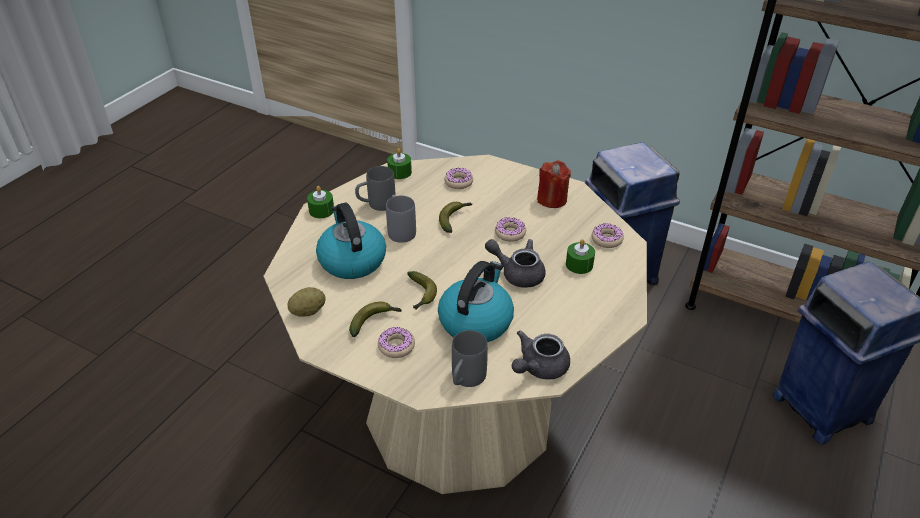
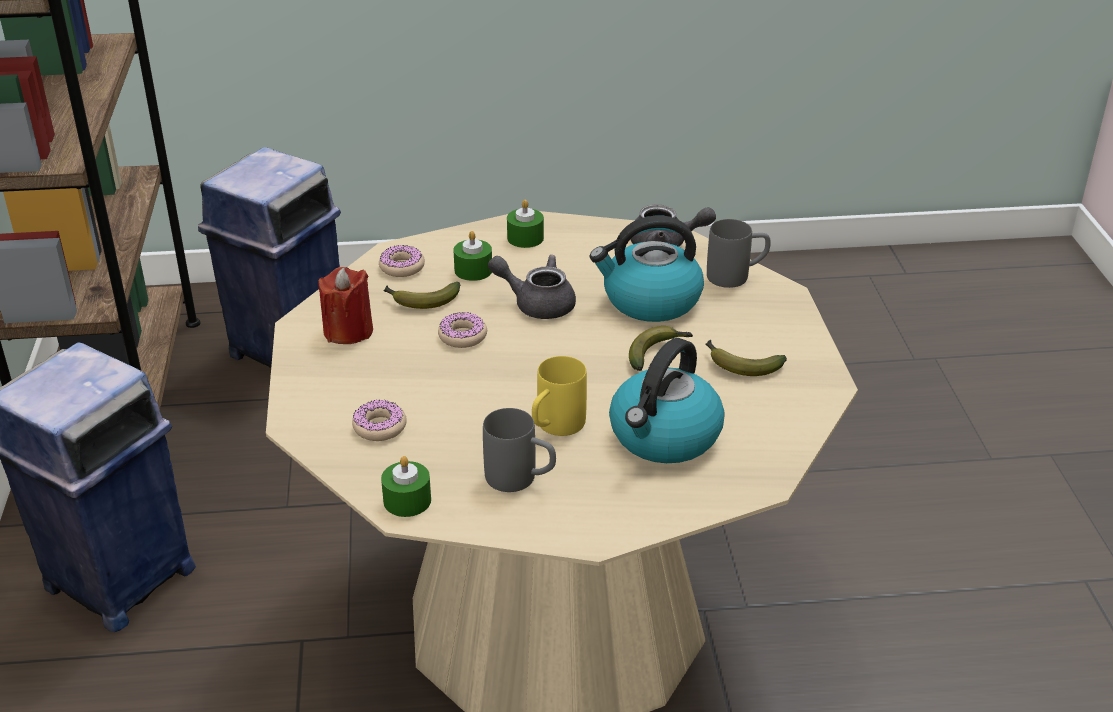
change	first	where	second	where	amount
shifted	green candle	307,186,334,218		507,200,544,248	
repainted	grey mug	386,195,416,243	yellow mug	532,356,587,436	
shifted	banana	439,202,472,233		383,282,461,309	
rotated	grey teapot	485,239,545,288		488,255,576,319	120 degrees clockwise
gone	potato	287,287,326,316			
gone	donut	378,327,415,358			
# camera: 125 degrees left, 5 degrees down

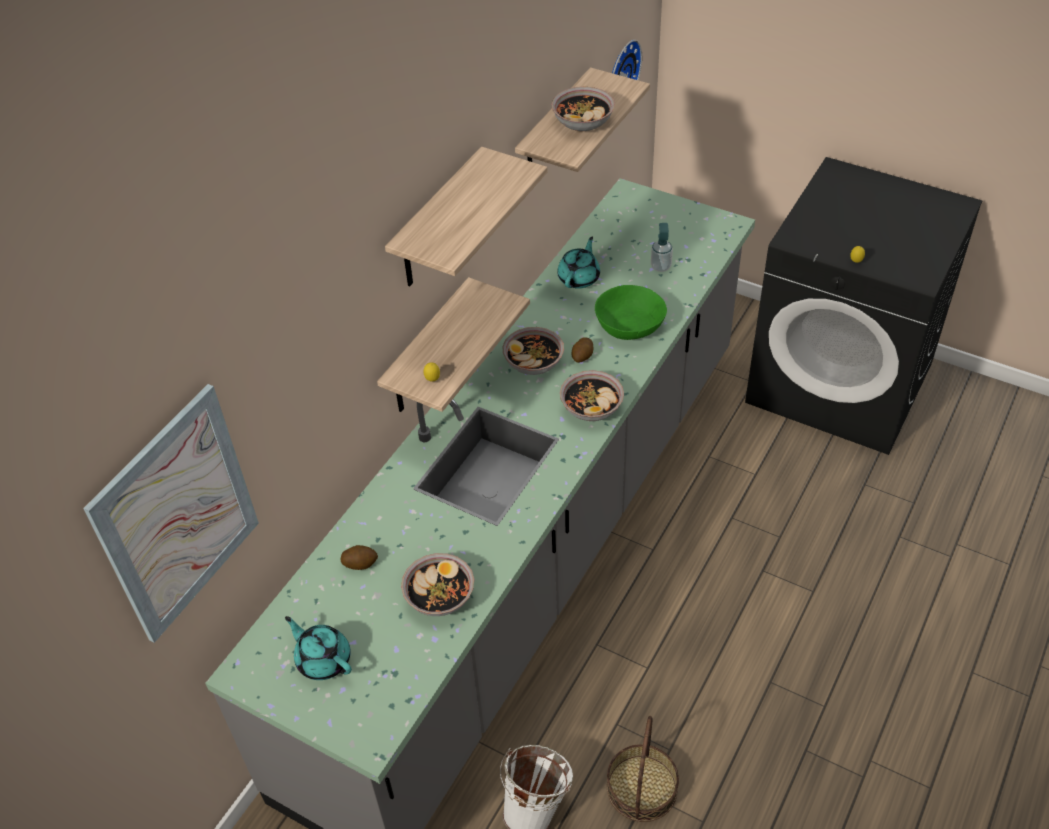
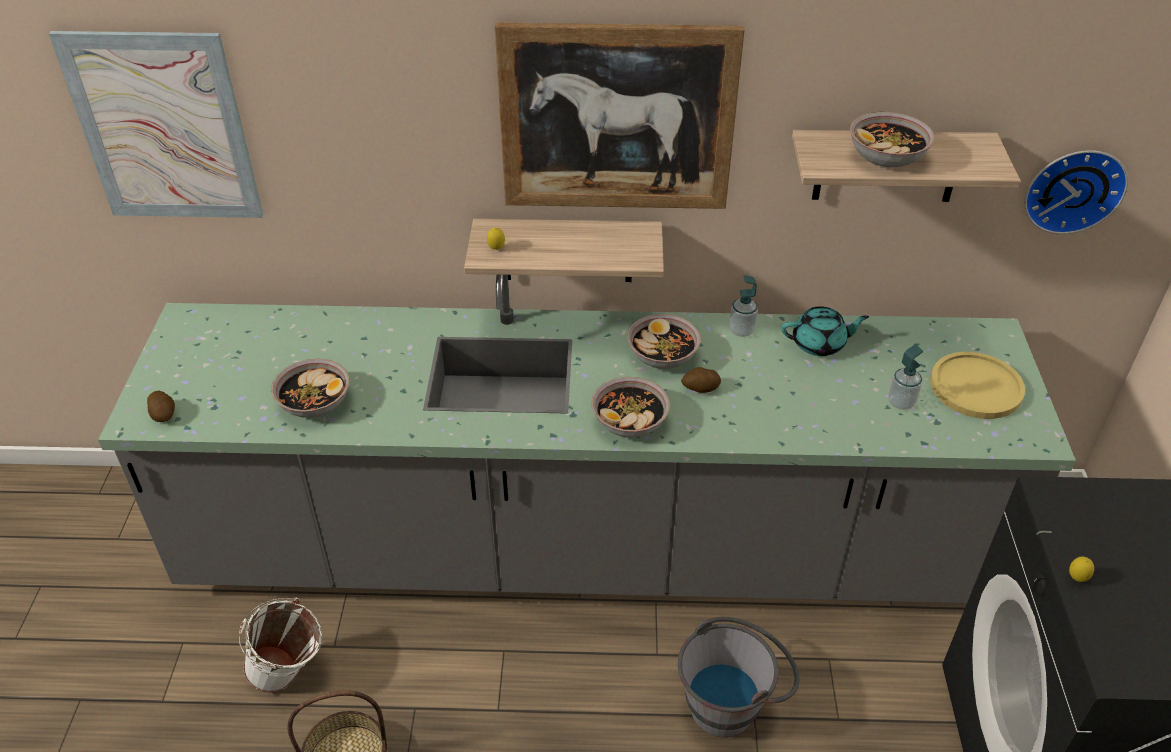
change	first	where	second	where	amount
swapped	shelf	385,147,547,286	picture	495,23,745,209	
gone	green bowl	595,285,667,340			
shifted	potato	341,545,378,570		147,391,175,422	
gone	turquoise teapot	285,616,352,680			
new			soap dispenser	729,275,758,337	
new			yellow plate	930,352,1025,419	
new			grey bucket	678,617,800,738	
# camera: 60 degrees right, 5 degrees down

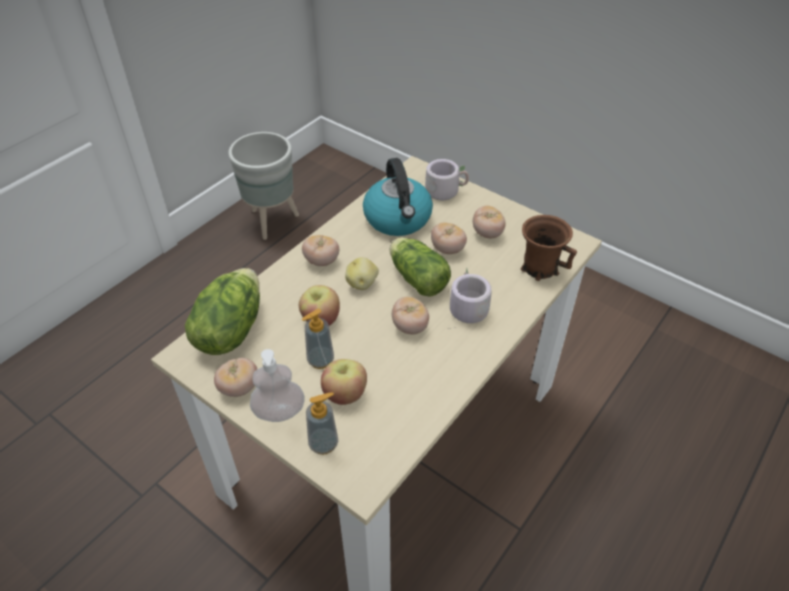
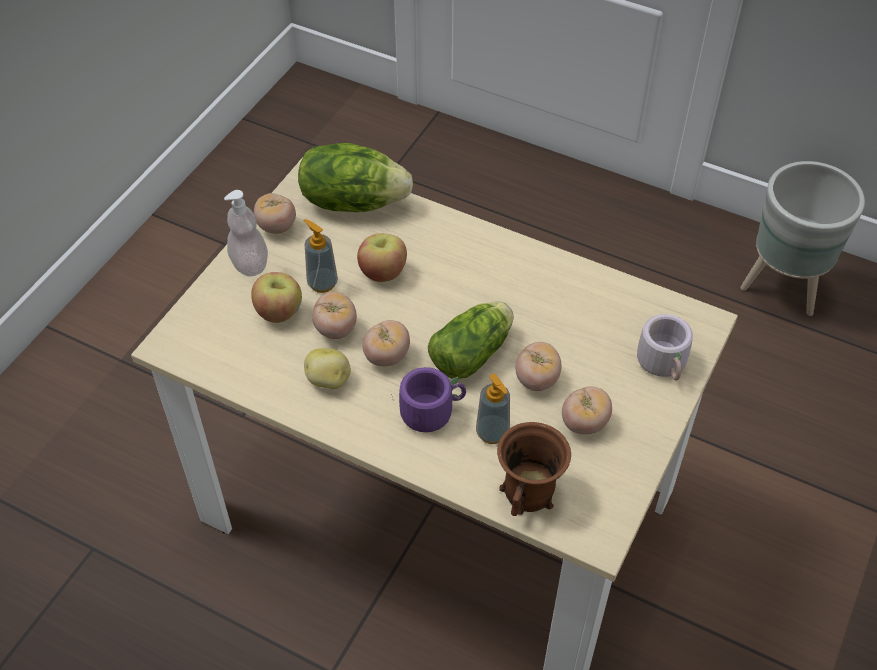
change	first	where	second	where	amount
gone	kettle	363,158,433,236			
shifted	tomato	302,235,339,266		312,292,357,339	
shifted	potato	345,257,379,290		304,348,351,389	
repainted	grey mug	448,268,491,329	purple mug	391,367,466,432	
shifted	soap dispenser	306,392,338,455		476,374,510,444	
# camera: 80 degrees right, 5 degrees up

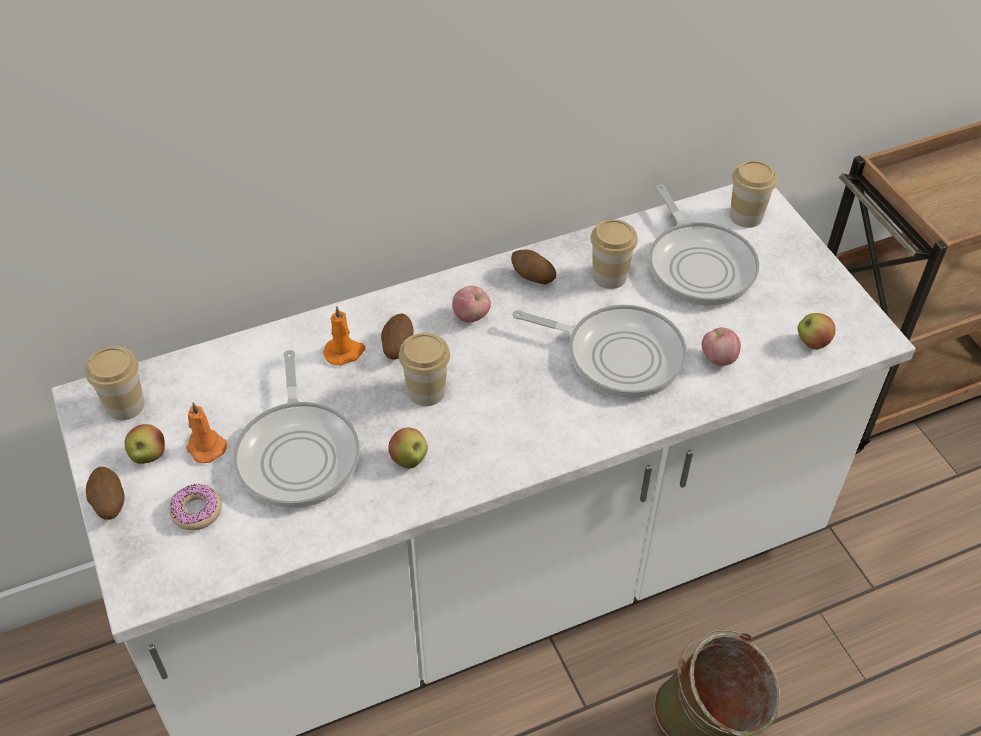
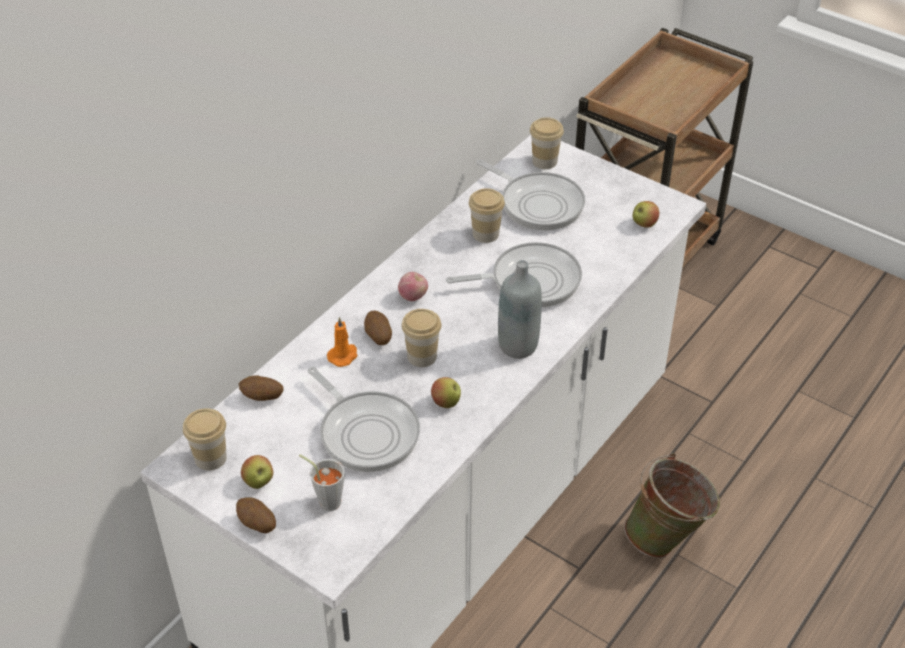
change	first	where	second	where	amount
shifted	potato	511,249,556,284		239,376,284,401	
gone	apple	702,327,741,366			
gone	orange candle	186,402,227,463			
swapped	donut	169,484,222,530	grey cup	299,454,345,511	
new			grey bottle	498,260,542,359	
# camera: 30 degrees left, 5 degrees down

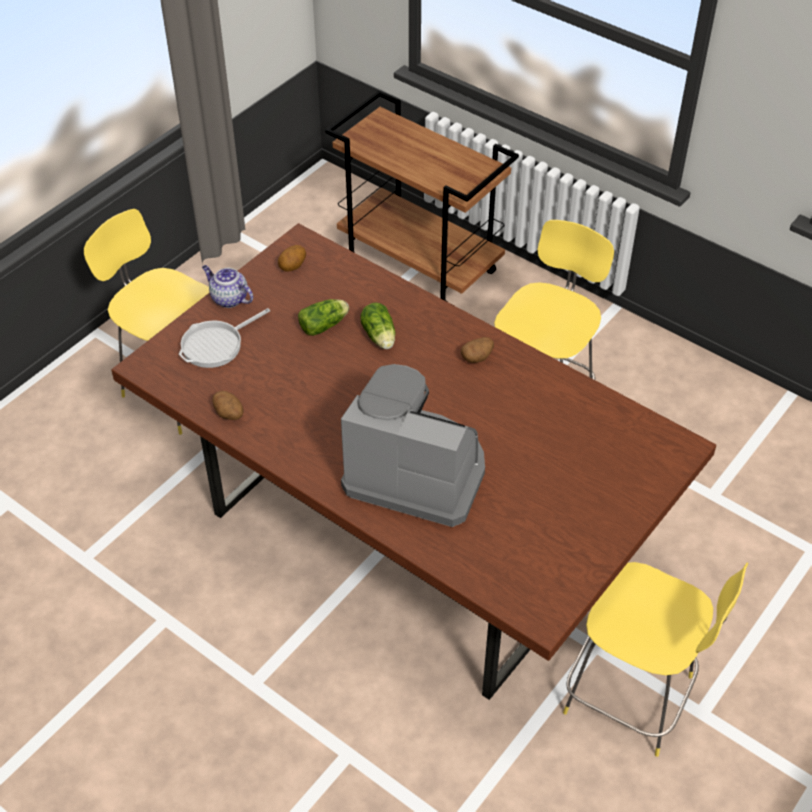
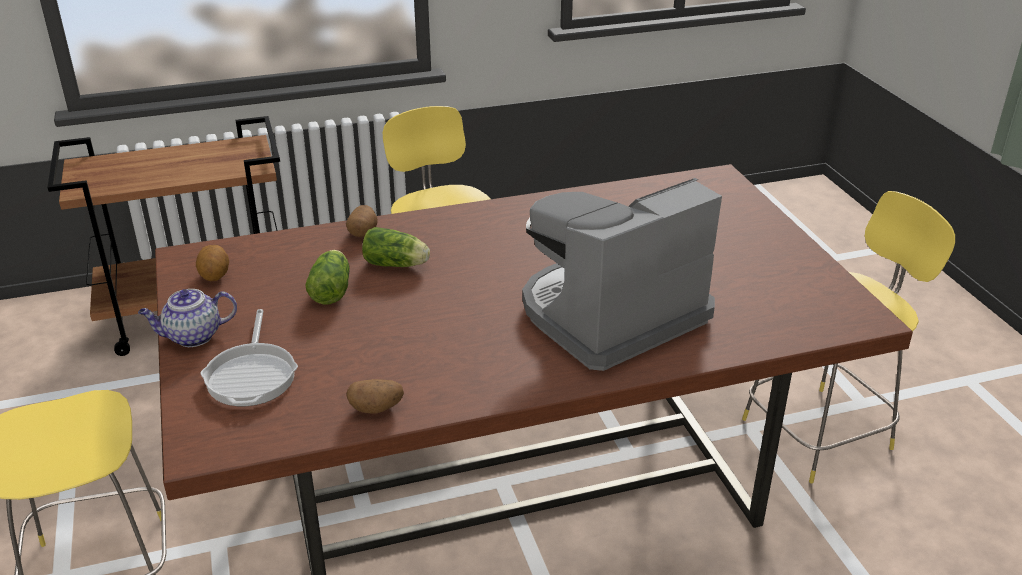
change	first	where	second	where	amount
shifted	potato	461,337,494,363		346,205,378,237	
# camera: 55 degrees left, 15 degrees down

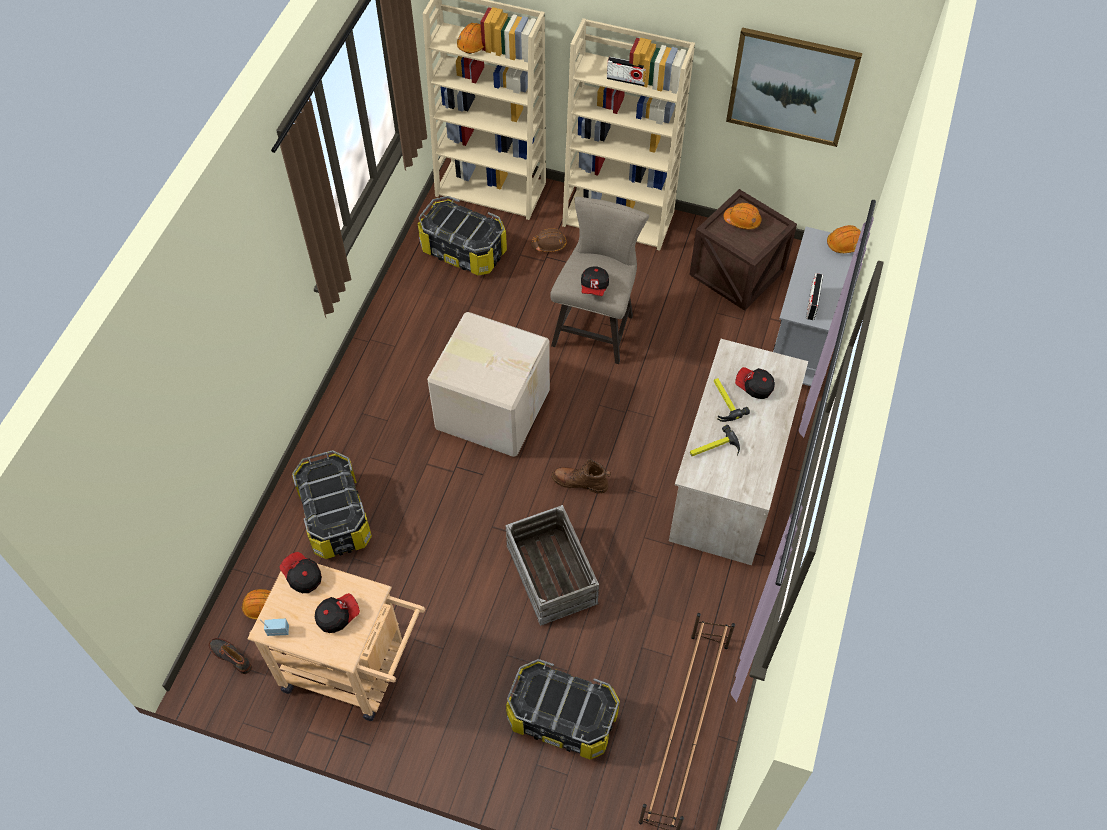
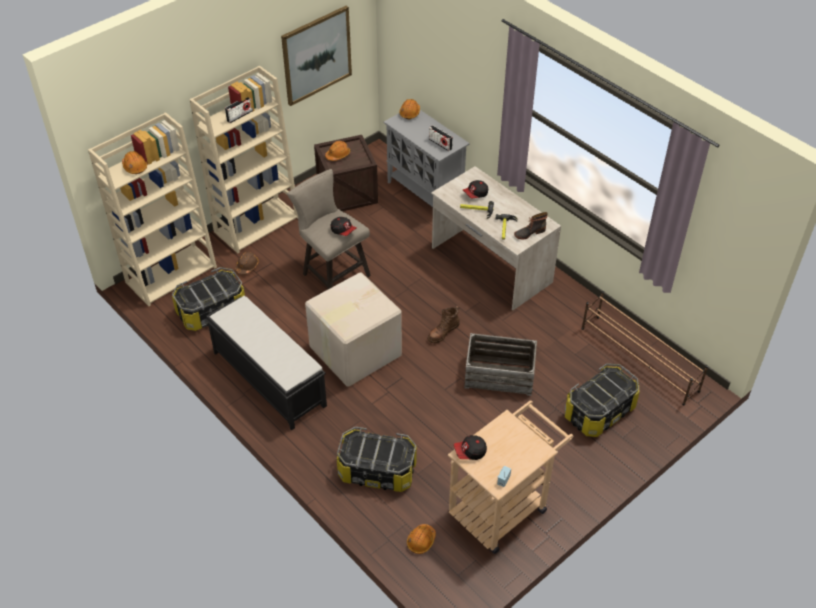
change	first	where	second	where	amount
gone	cap	315,593,360,633			
shifted	boot	208,638,252,674		514,212,548,239	
new			black bench	206,296,327,430	
# camera: 60 degrees left, 10 degrees down

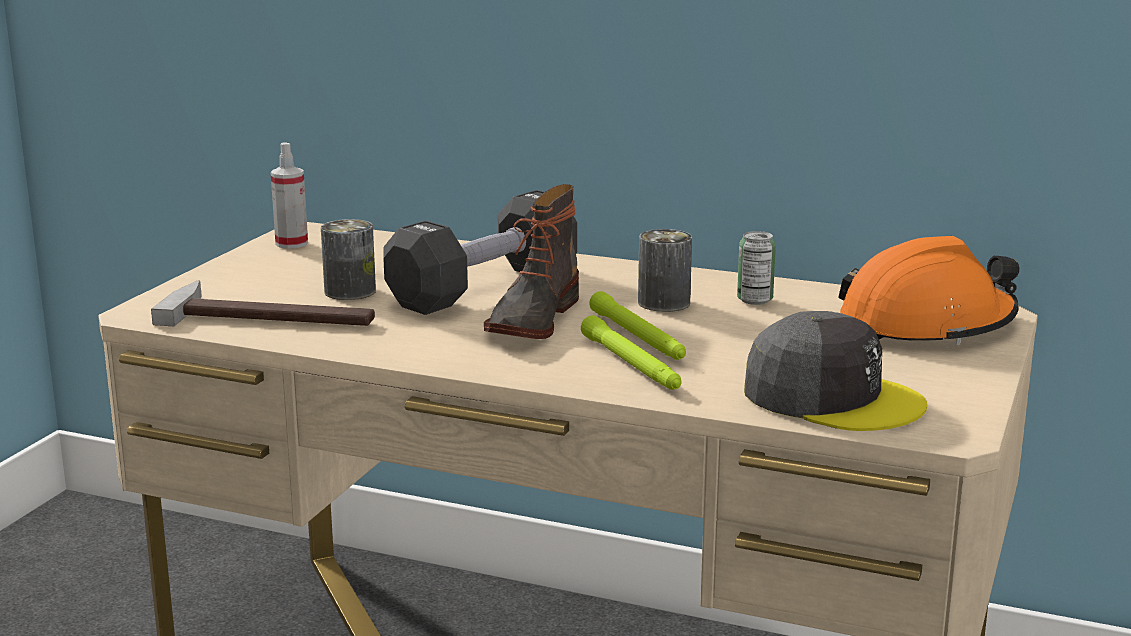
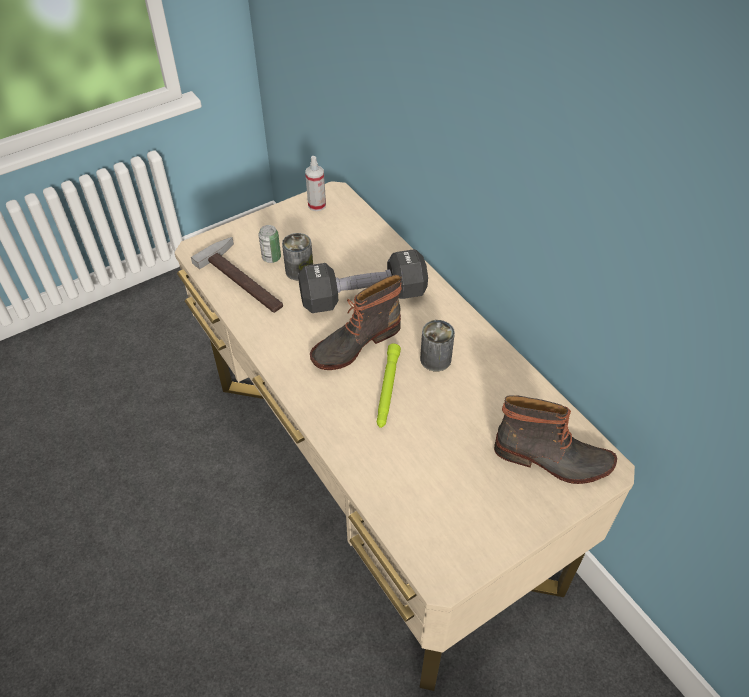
change	first	where	second	where	amount
shifted	can	737,231,776,305		259,225,281,263	
swapped	orange hard hat	838,236,1019,345	boot	494,395,617,484	
gone	grey cap	744,311,927,431			
gone	green flashlight	581,315,681,390			
# camera: 35 degrees right, 30 degrees up

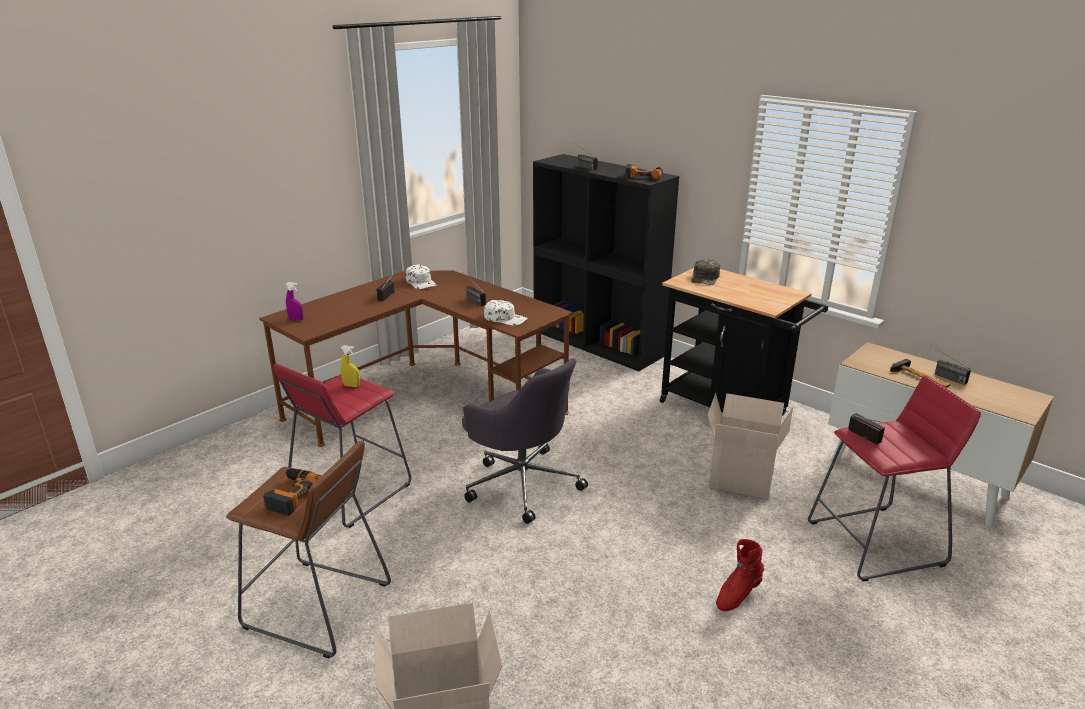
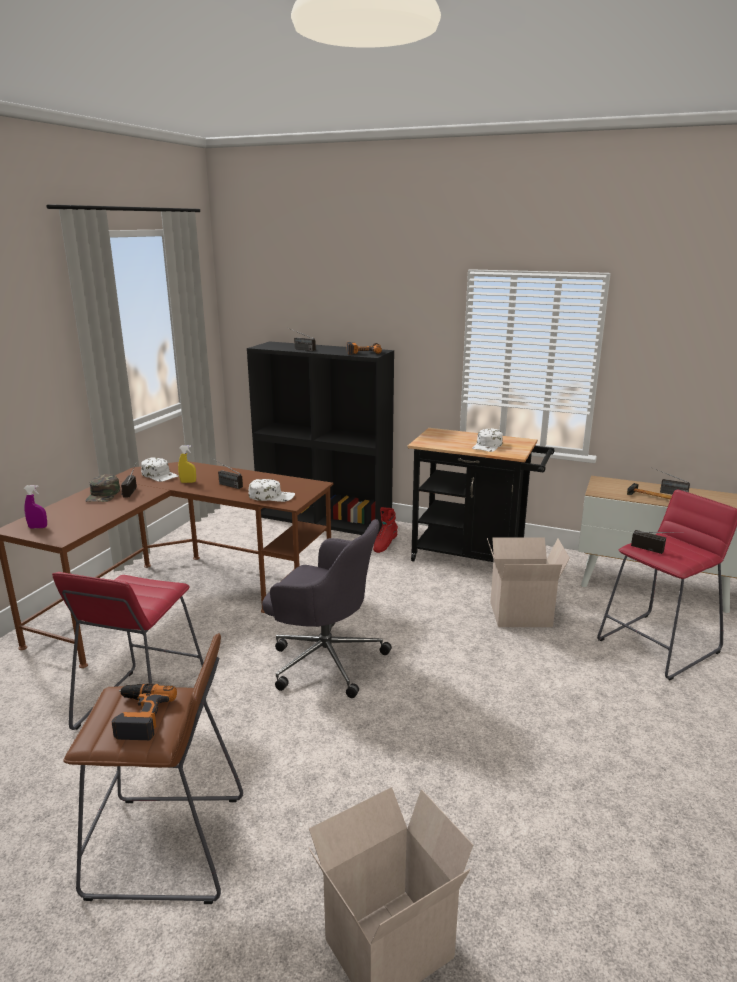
change	first	where	second	where	amount
shifted	green cap	691,259,720,285		85,474,120,502	
shifted	yellow spray bottle	341,345,360,387		178,445,196,483	
shifted	red boot	716,539,764,611		373,507,398,553	
new			white cap	472,428,503,452	
# camera: 20 degrees left, 5 degrees down

